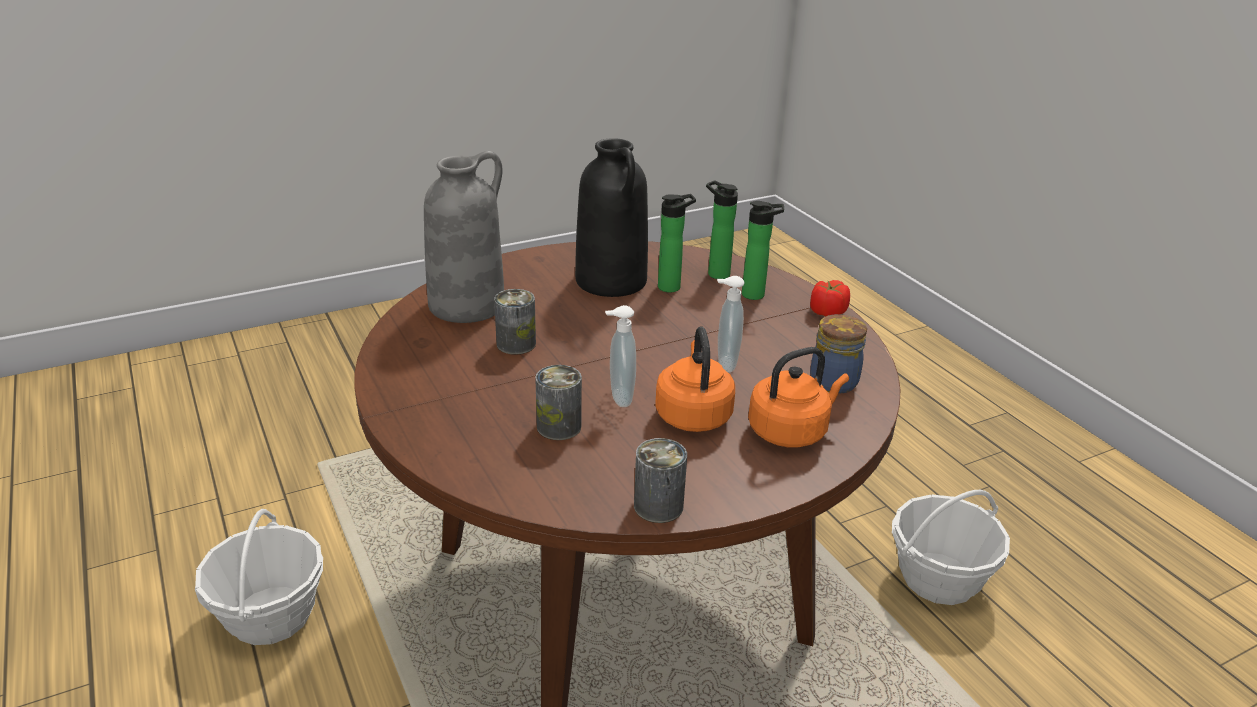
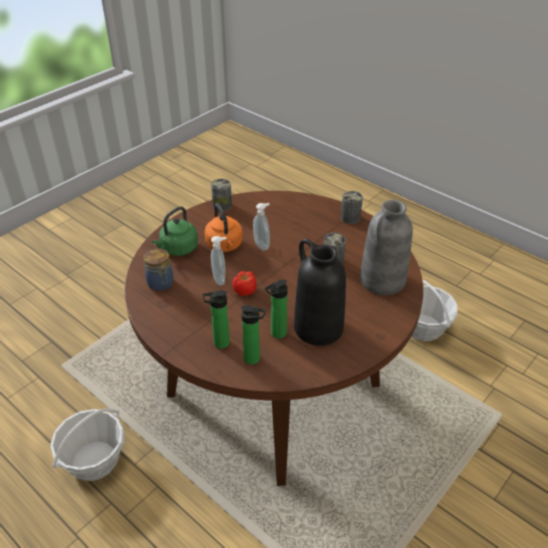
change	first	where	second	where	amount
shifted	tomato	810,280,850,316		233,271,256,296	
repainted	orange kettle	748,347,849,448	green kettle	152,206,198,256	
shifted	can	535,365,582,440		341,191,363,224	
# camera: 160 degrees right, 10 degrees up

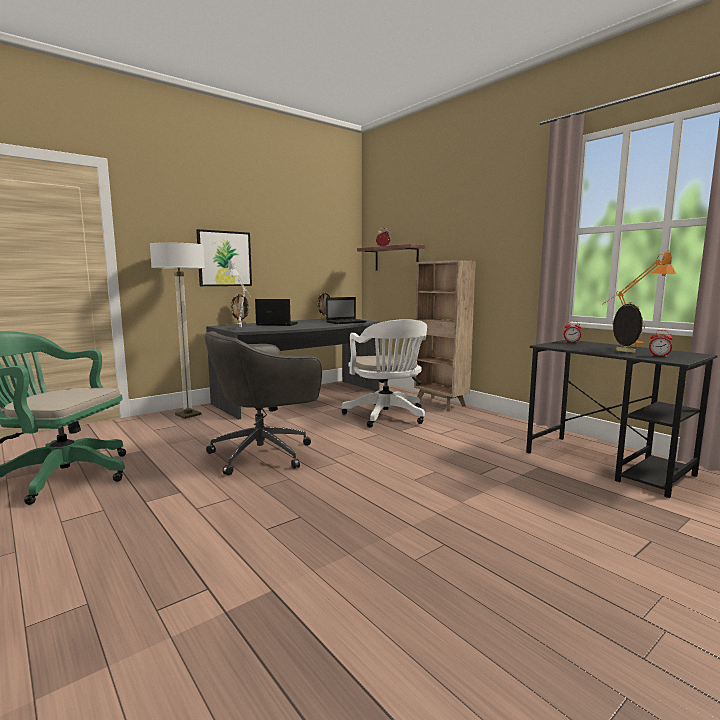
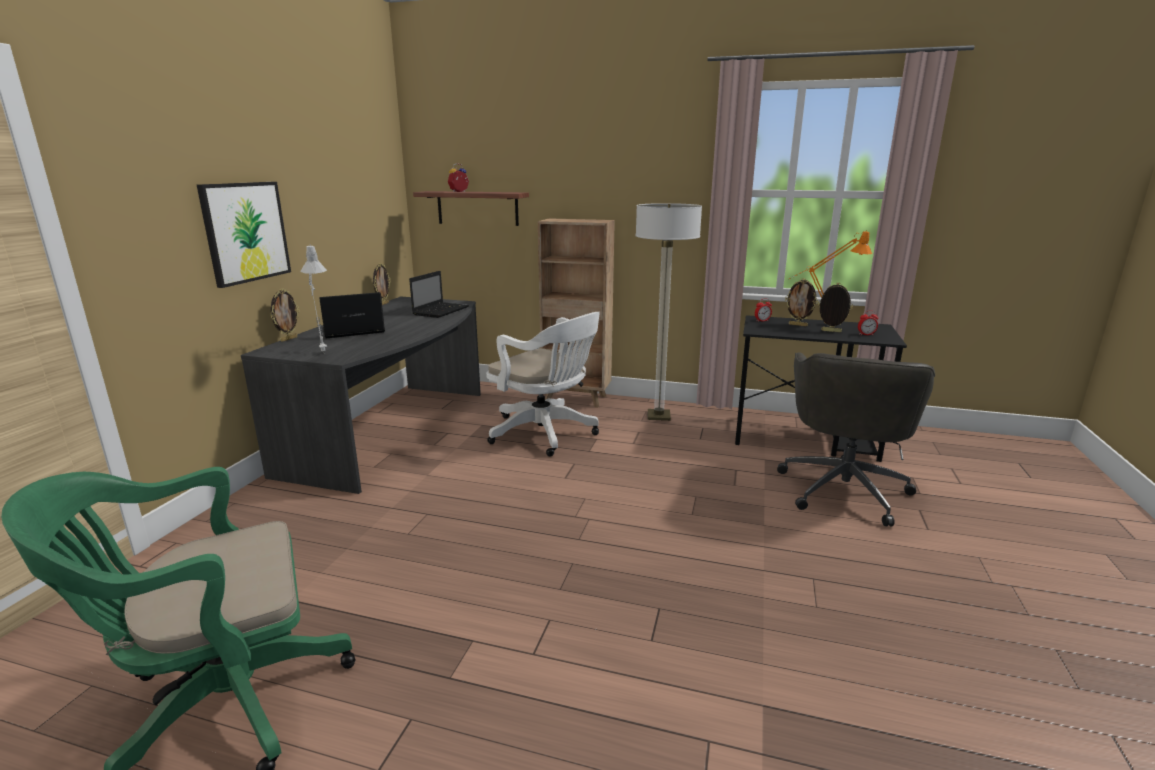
change	first	where	second	where	amount
shifted	floor lamp	150,243,205,419		635,203,702,421	
shifted	grey office chair	205,331,322,475		777,352,935,527	
new			picture frame	785,278,818,326	
# camera: 35 degrees left, 10 degrees up

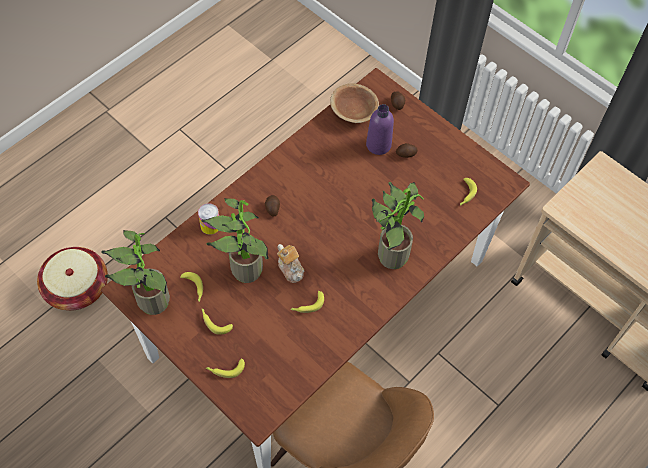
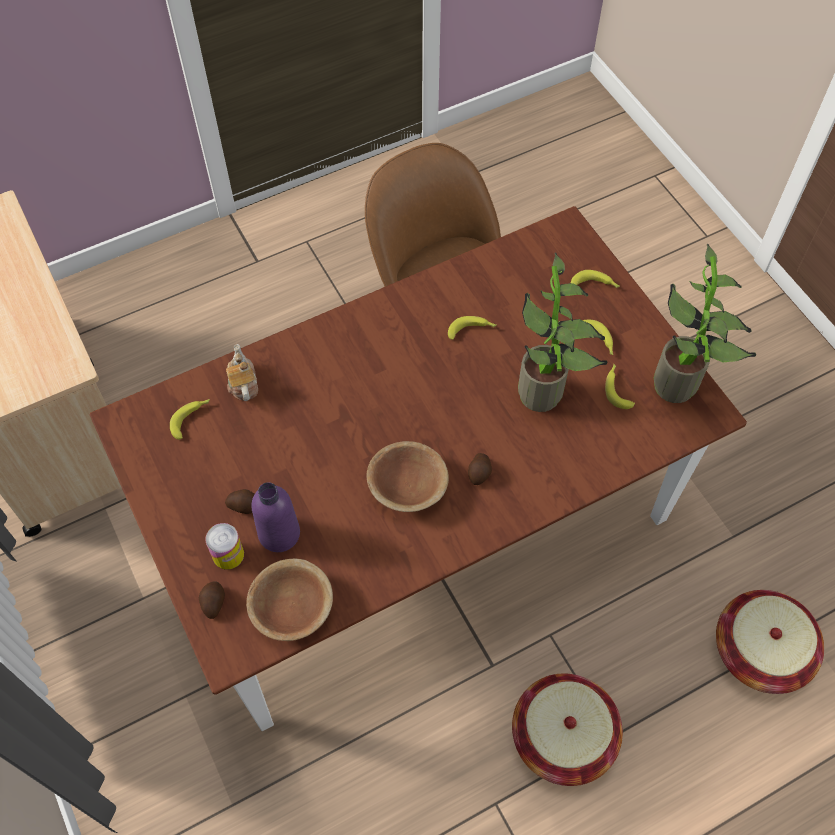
change	first	where	second	where	amount
gone	potted plant	372,182,424,269			
shifted	can	198,203,219,235		205,523,244,570	
shifted	teapot	277,244,304,283		226,344,258,401	
new			brown bowl	367,441,449,512	
new			basket	512,674,623,786	
# camera: 160 degrees left, 0 degrees up

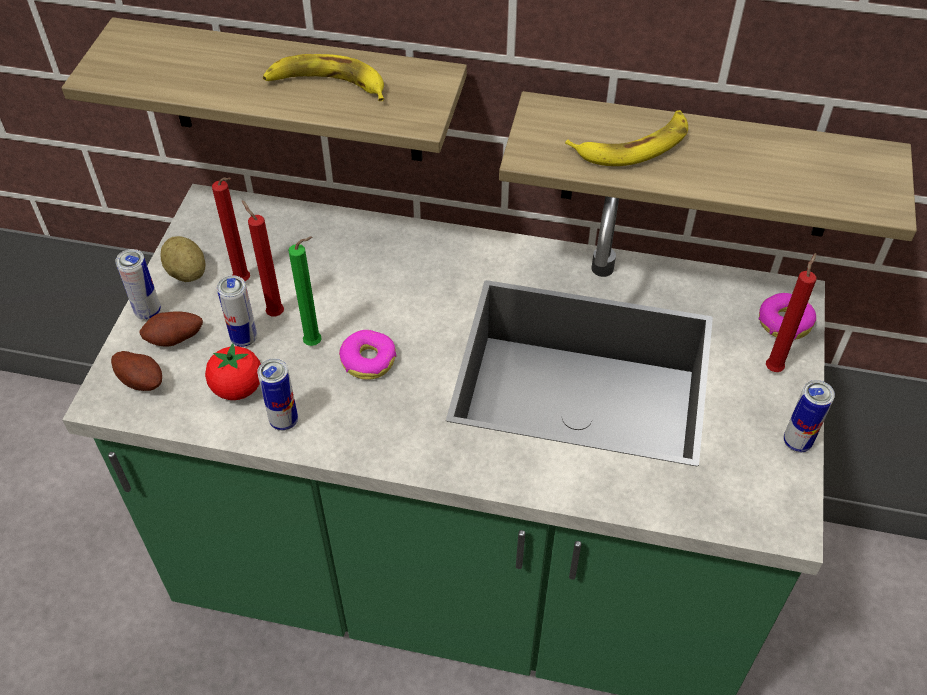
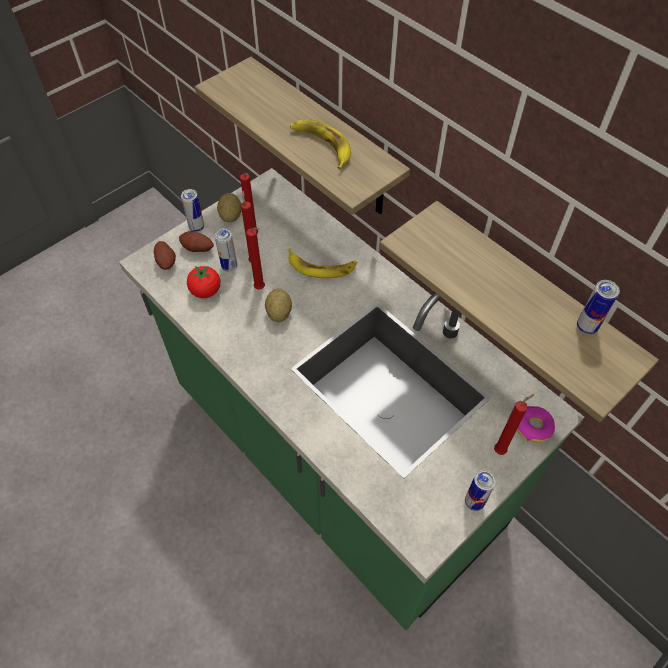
change	first	where	second	where	amount
shifted	banana	565,110,688,166		288,248,357,278	
repainted	green candle	288,237,322,346	red candle	246,228,265,290	
swapped	donut	339,330,396,380	potato	265,288,292,322	
shifted	can	257,358,298,431		577,280,620,335	
# camera: 35 degrees right, 5 degrees up

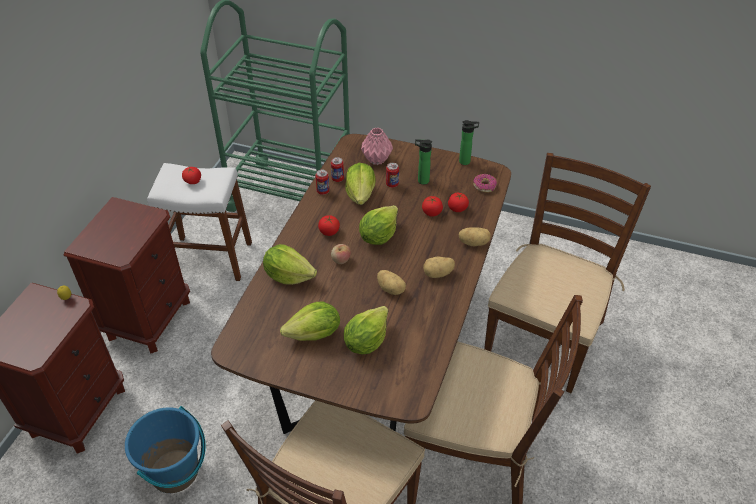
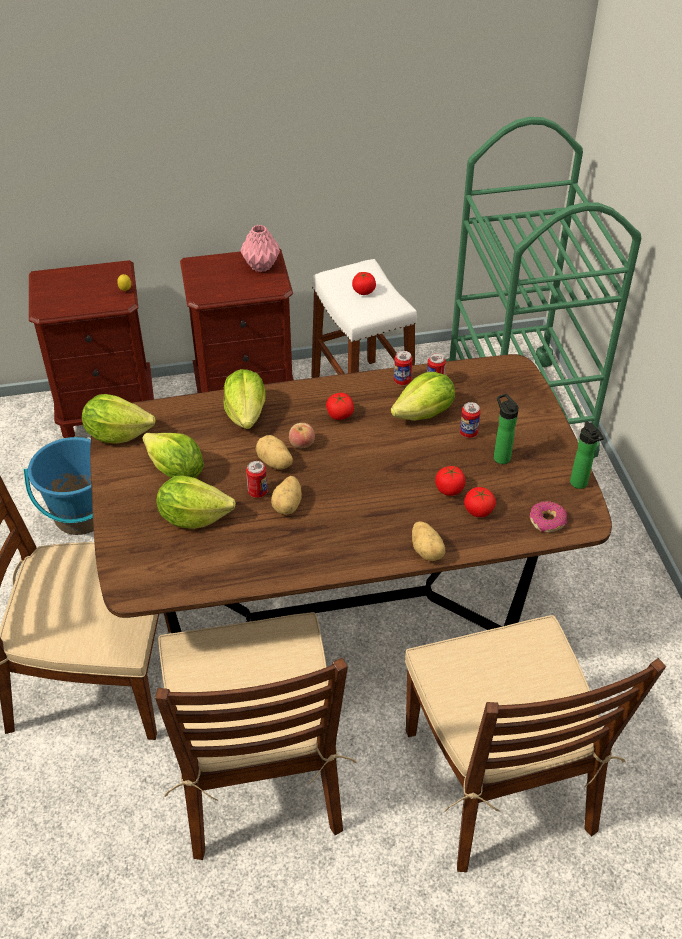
change	first	where	second	where	amount
shifted	pink vase	361,128,393,165		240,225,280,272	
rotated	brown chair	484,153,651,393		405,615,666,872	75 degrees clockwise
shifted	lettuce	359,205,398,245		82,394,156,444	
shifted	potato	423,256,455,278		256,435,293,470	
new			can	246,461,267,498	
# camera: 60 degrees right, 0 degrees up

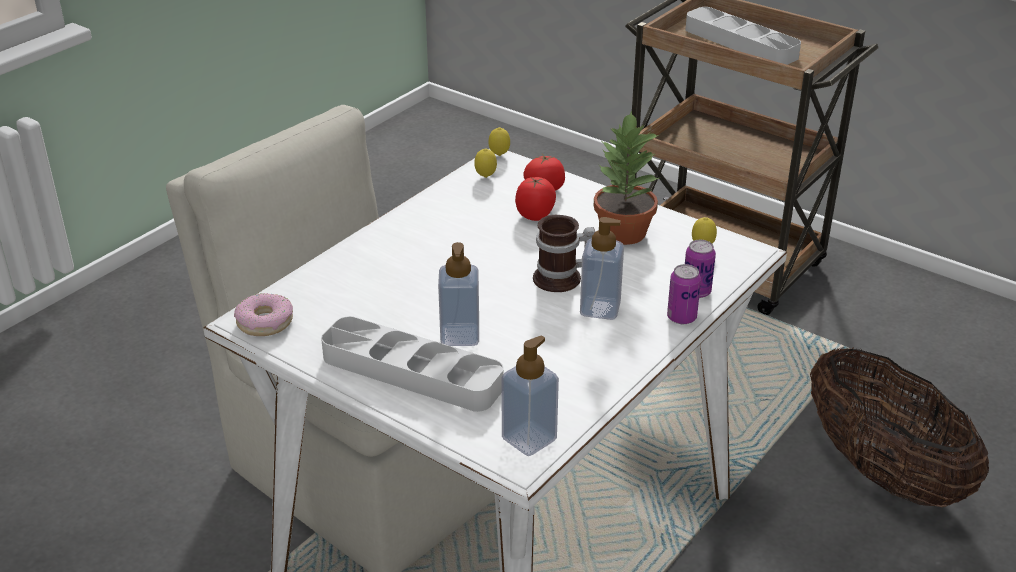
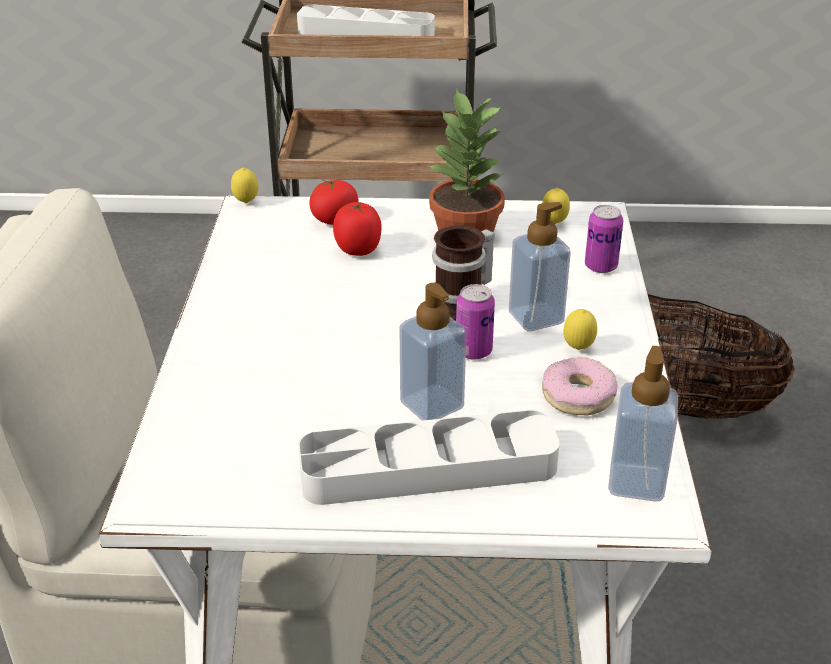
change	first	where	second	where	amount
shifted	lemon	474,148,497,178		564,309,597,350	
shifted	can	667,264,701,324		456,284,495,360	
shifted	donut	234,293,293,336		542,357,617,415	
# camera: 35 degrees left, 0 degrees up

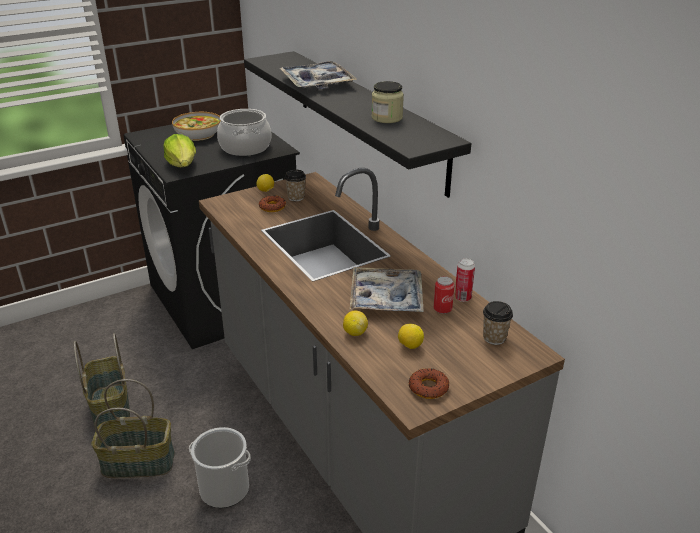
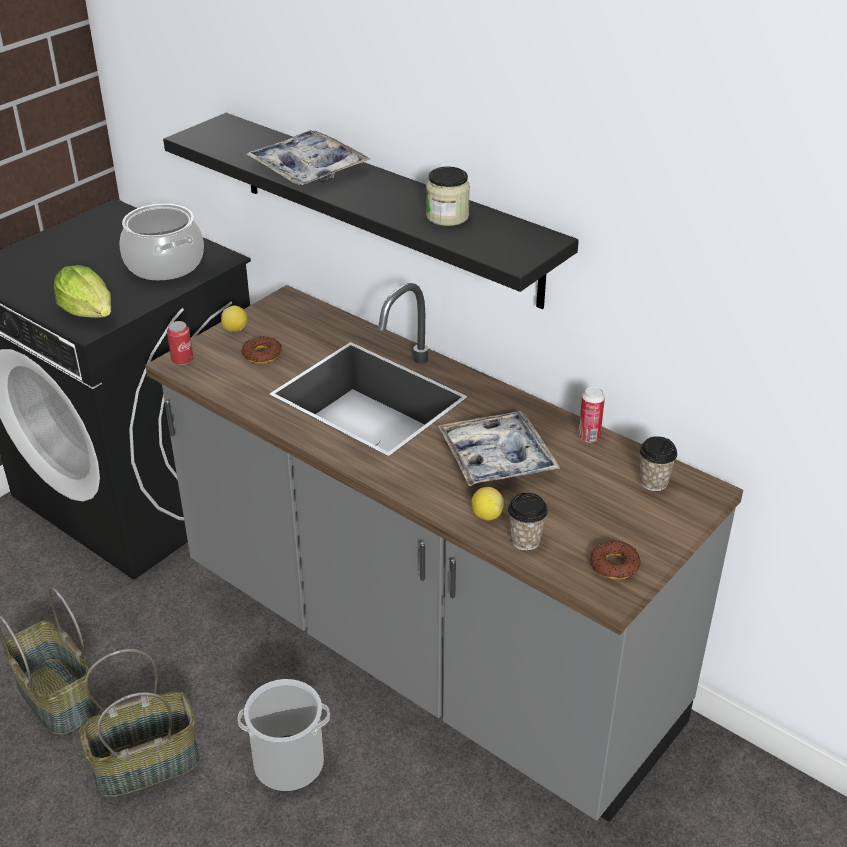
change	first	where	second	where	amount
gone	bowl	172,112,220,141			
shifted	cup	285,170,306,201		508,493,548,550	
shifted	can	434,276,454,314		167,321,193,365	
gone	lemon	398,324,424,349			
# camera: 20 degrees left, 5 degrees up

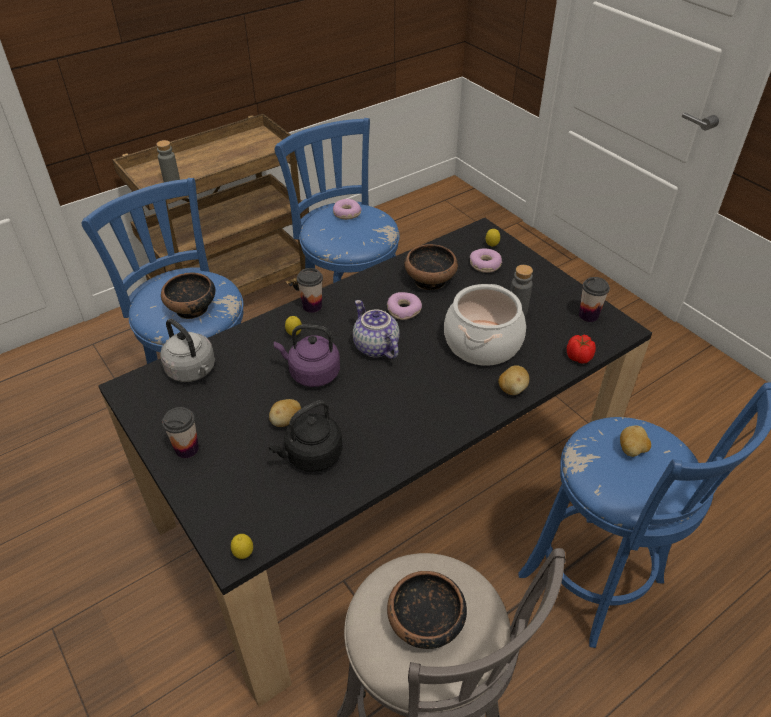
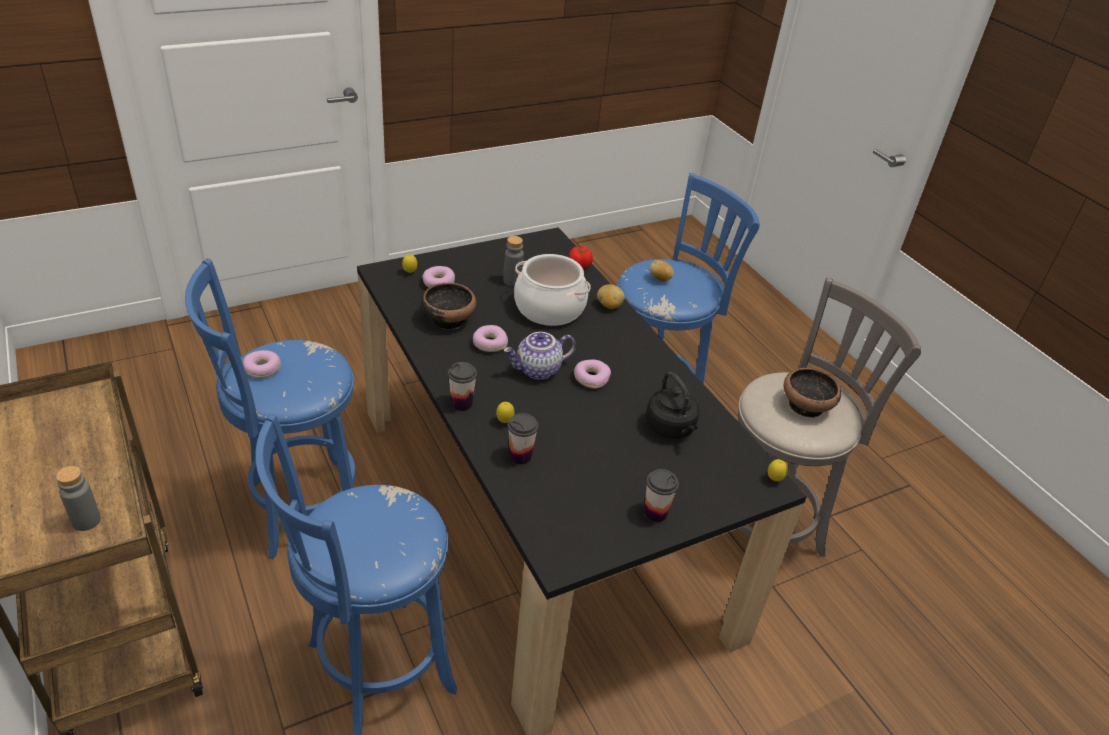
change	first	where	second	where	amount
gone	bowl	161,273,215,319			
shifted	cup	579,277,610,322		508,413,538,465	
gone	grey kettle	160,319,215,382			
gone	purple kettle	274,324,340,387			
gone	potato	269,399,301,427			
new			donut	574,360,611,389	
# camera: 85 degrees left, 5 degrees down

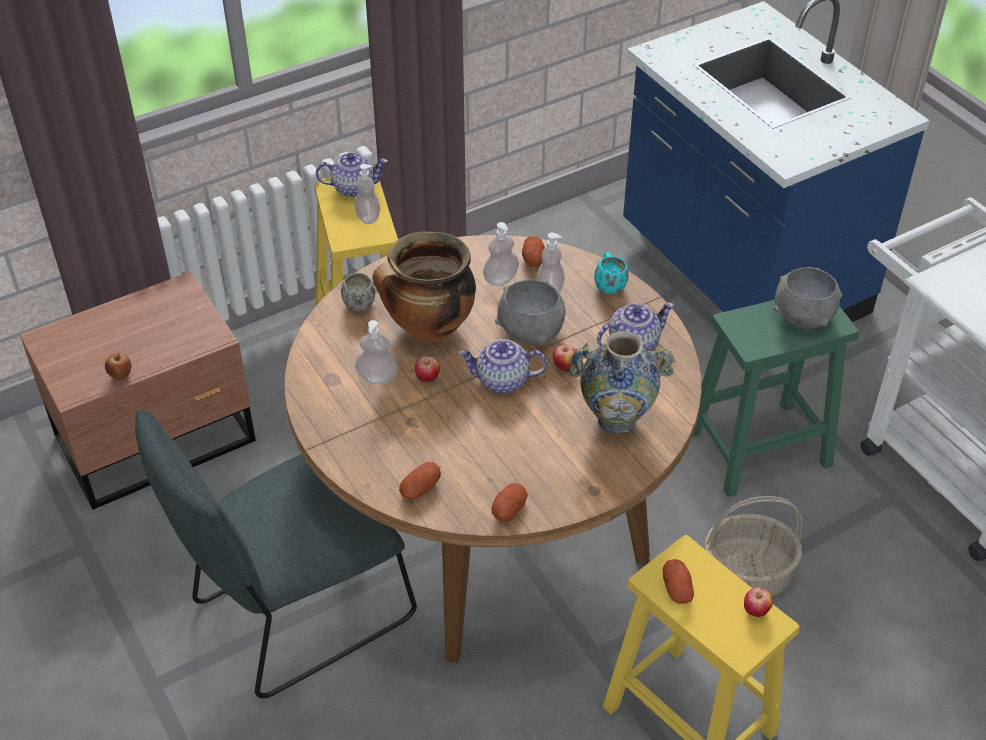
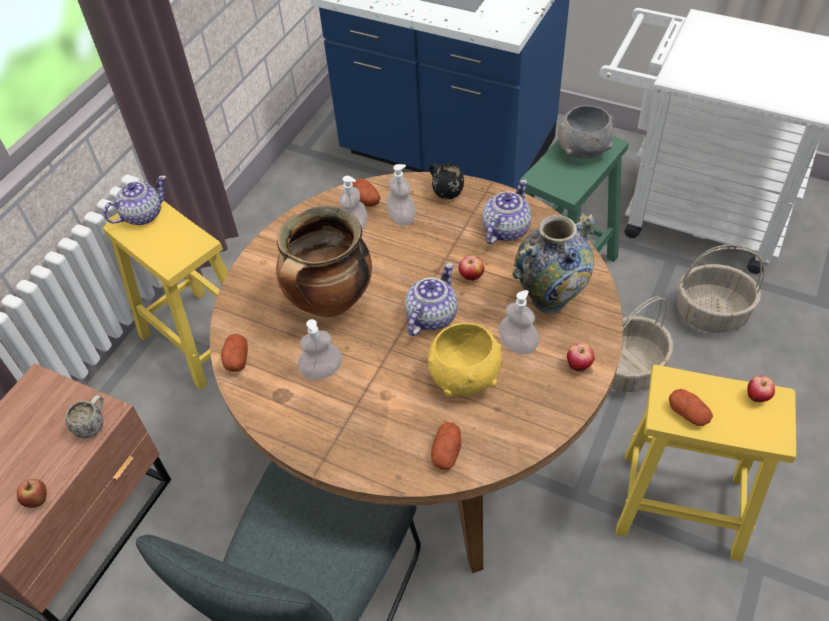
change	first	where	second	where	amount
shifted	soap dispenser	354,164,380,224		498,290,539,354	
repainted	turquoise mug	594,252,629,294	black mug	429,163,464,199	
shifted	white mug	341,273,378,311		65,395,104,438	
gone	grey bowl	495,279,566,345			
rotated	teapot	458,339,548,393		405,263,458,336	150 degrees clockwise
shifted	apple	415,355,440,382		567,343,595,372	
shifted	potato	492,483,528,522		221,334,248,372	
new			basket	677,244,765,333	
new			yellow bowl	428,323,502,396	
# camera: 30 degrees left, 5 degrees up

